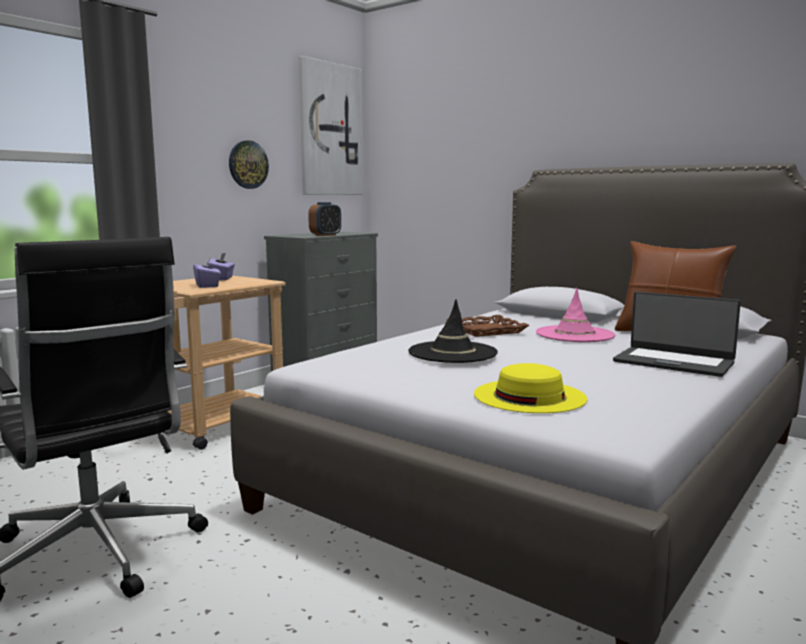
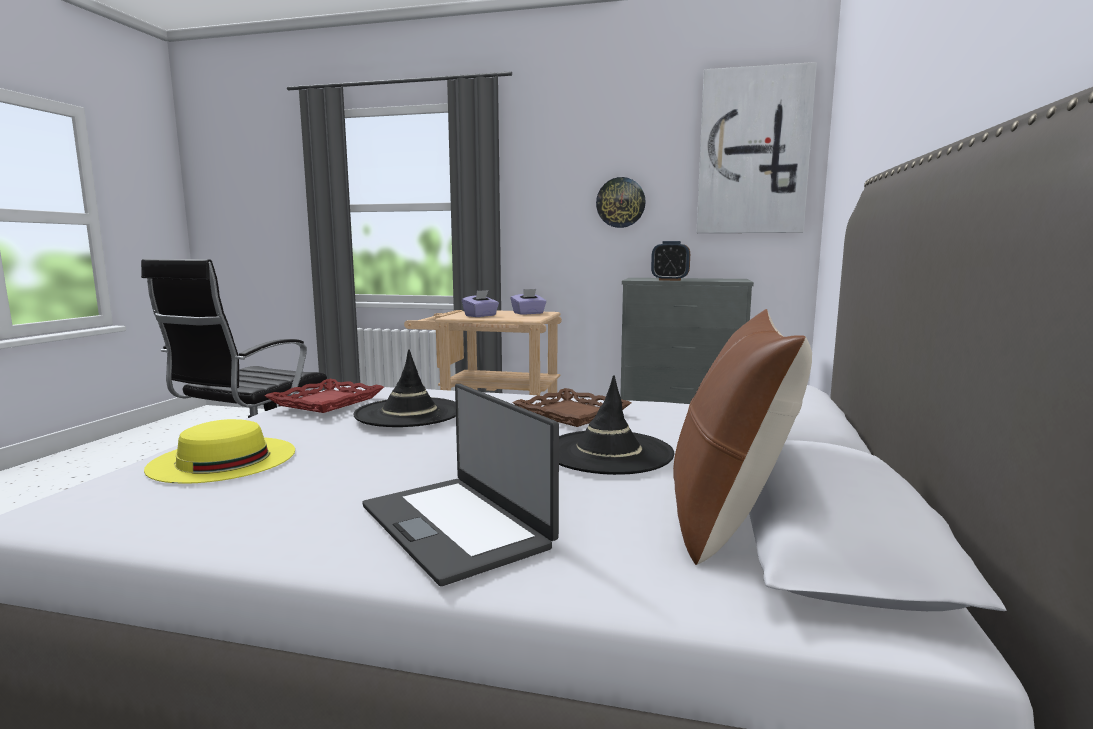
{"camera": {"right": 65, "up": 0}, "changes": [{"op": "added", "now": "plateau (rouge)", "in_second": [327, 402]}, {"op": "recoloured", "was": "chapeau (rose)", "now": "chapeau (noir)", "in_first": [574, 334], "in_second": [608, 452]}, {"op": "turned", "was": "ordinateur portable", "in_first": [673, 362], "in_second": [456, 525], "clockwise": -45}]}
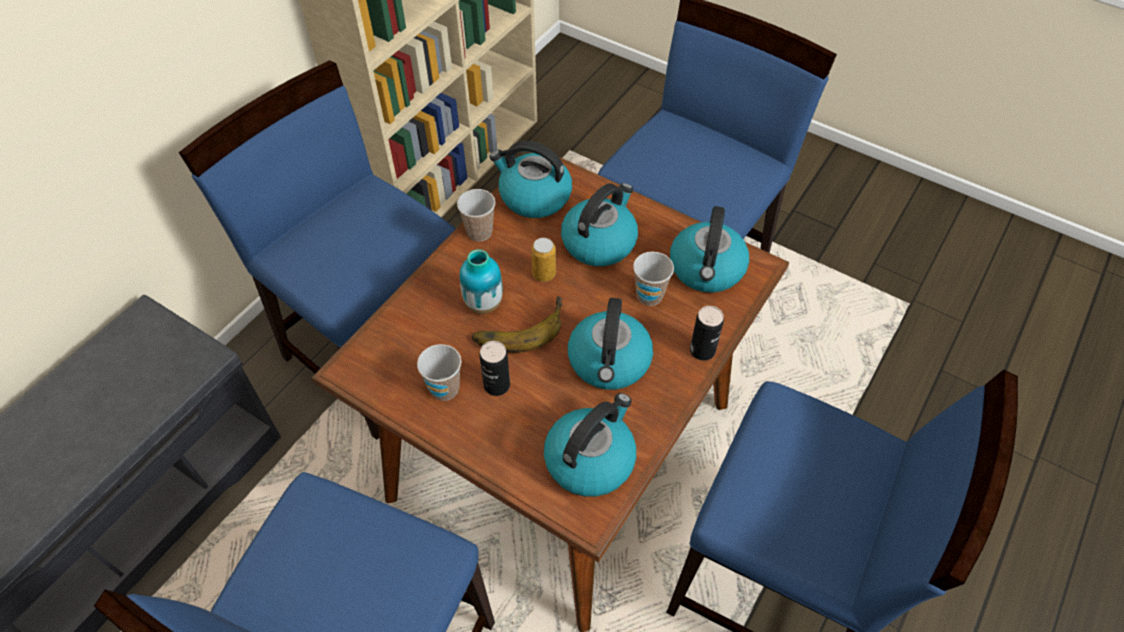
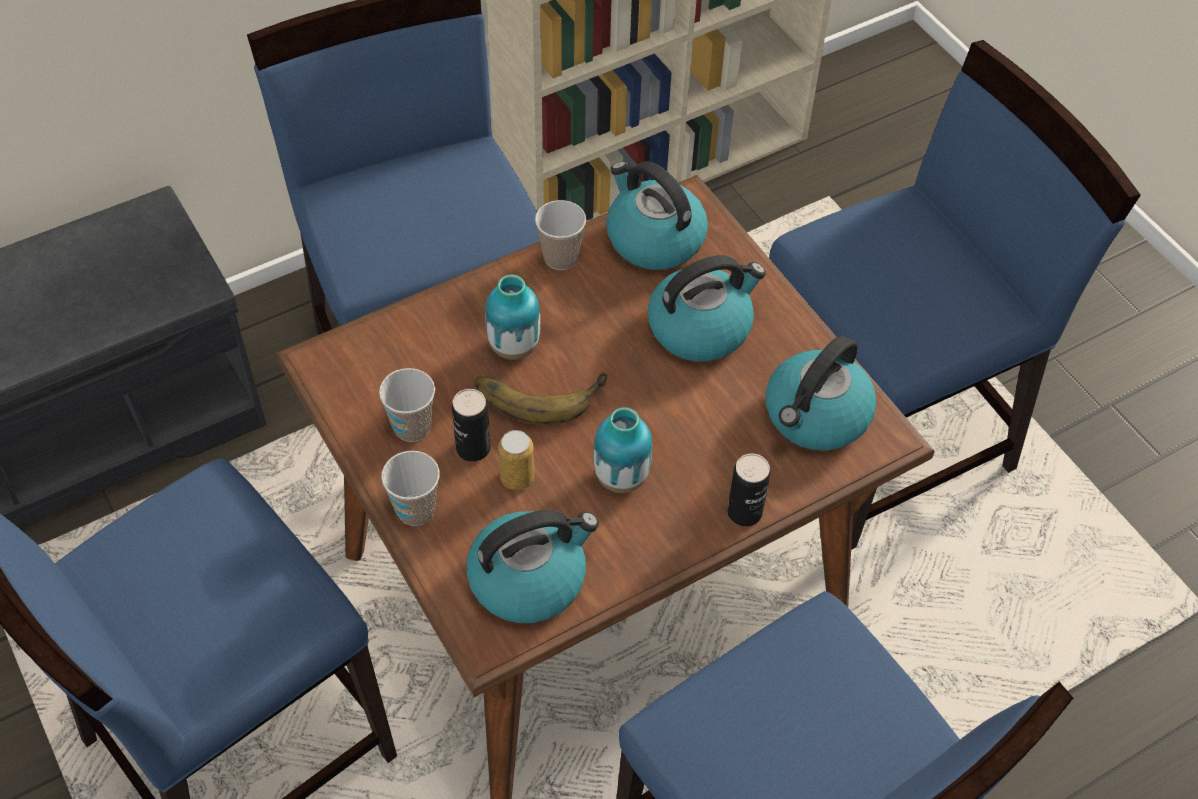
{"camera": {"right": 25, "up": 0}, "changes": [{"op": "moved", "was": "boîte métallique", "in_first": [544, 274], "in_second": [517, 478]}, {"op": "moved", "was": "tasse", "in_first": [649, 295], "in_second": [415, 510]}, {"op": "replaced", "was": "bouilloire", "now": "vase", "in_first": [609, 362], "in_second": [621, 478]}]}
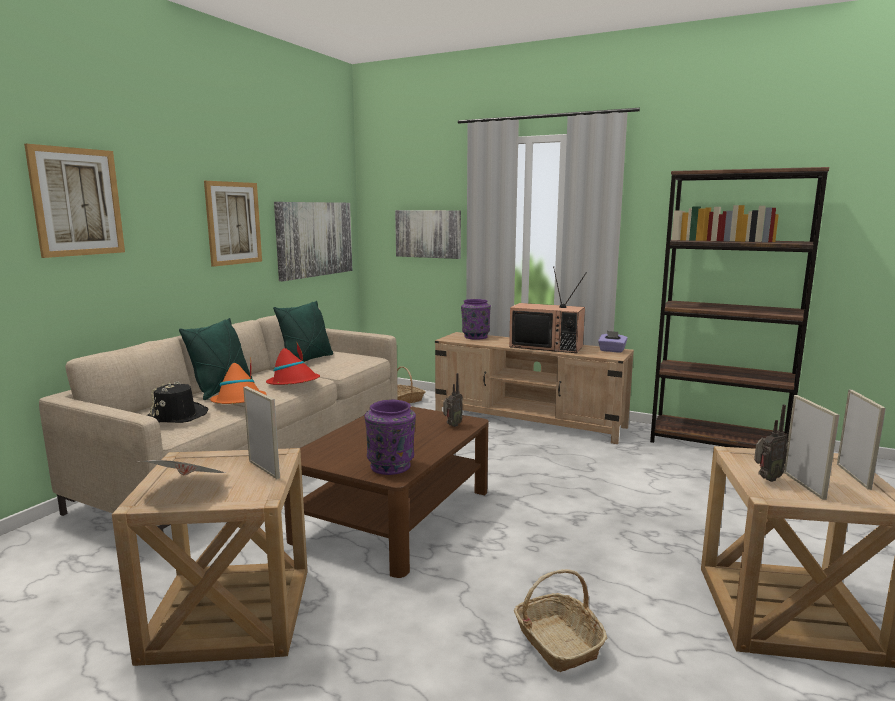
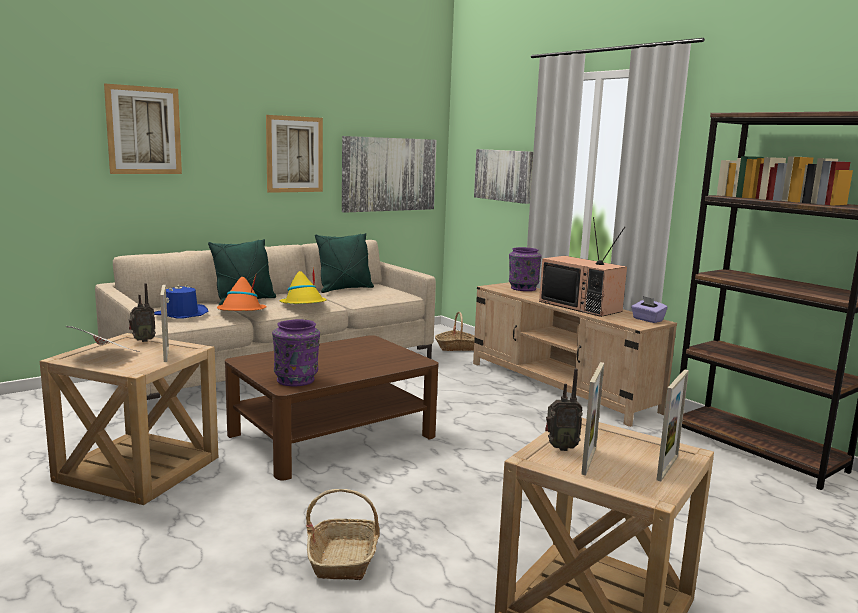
{"camera": {"right": 25, "up": 0}, "changes": [{"op": "moved", "was": "radio", "in_first": [452, 425], "in_second": [142, 340]}, {"op": "recoloured", "was": "chapeau (noir)", "now": "chapeau (bleu)", "in_first": [175, 417], "in_second": [181, 314]}, {"op": "recoloured", "was": "chapeau (rouge)", "now": "chapeau (jaune)", "in_first": [294, 383], "in_second": [304, 304]}]}
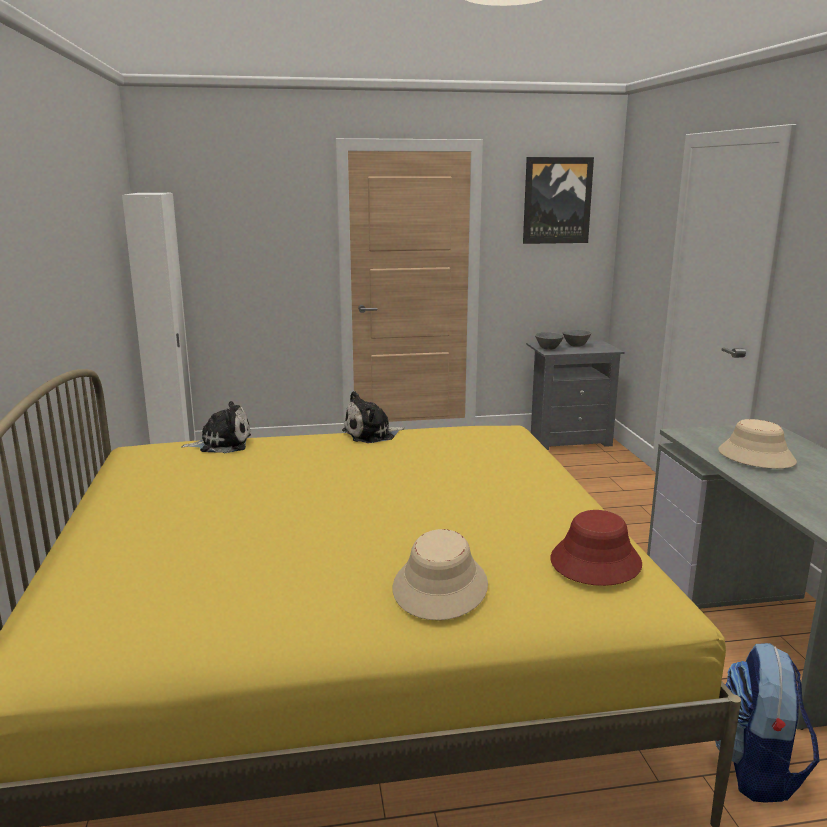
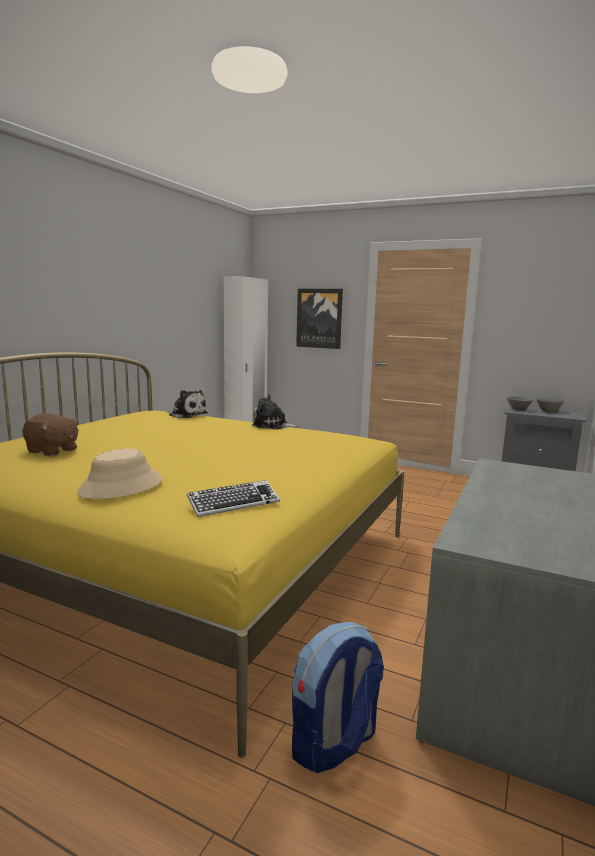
{"camera": {"right": 35, "up": -5}, "changes": [{"op": "removed", "was": "chapeau (beige)", "in_first": [755, 457]}, {"op": "added", "now": "peluche (marron)", "in_second": [52, 451]}, {"op": "moved", "was": "tableau", "in_first": [557, 200], "in_second": [319, 318]}, {"op": "replaced", "was": "chapeau (rouge)", "now": "clavier", "in_first": [595, 562], "in_second": [234, 503]}]}
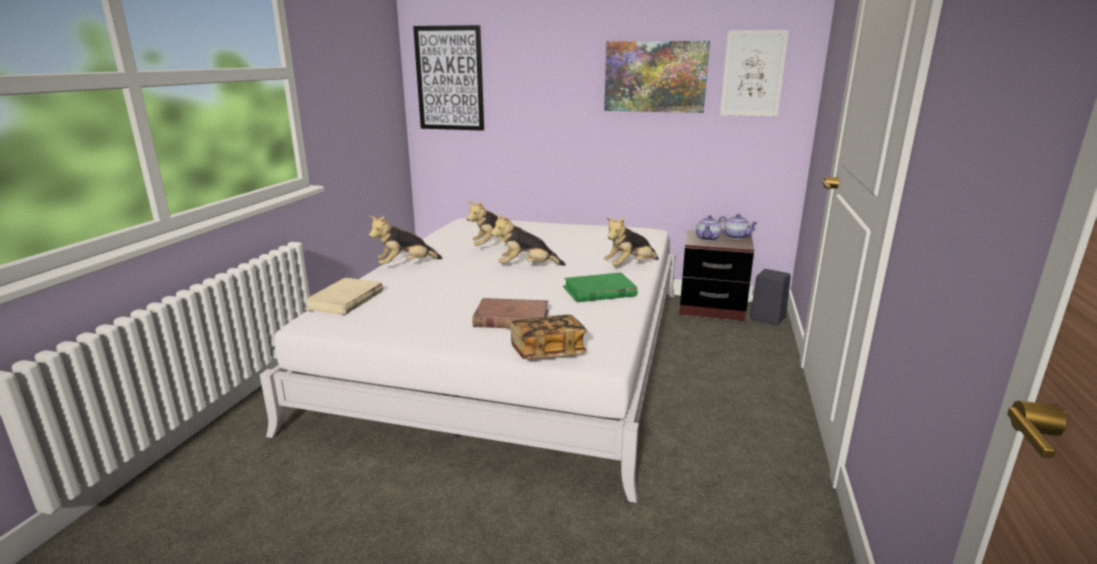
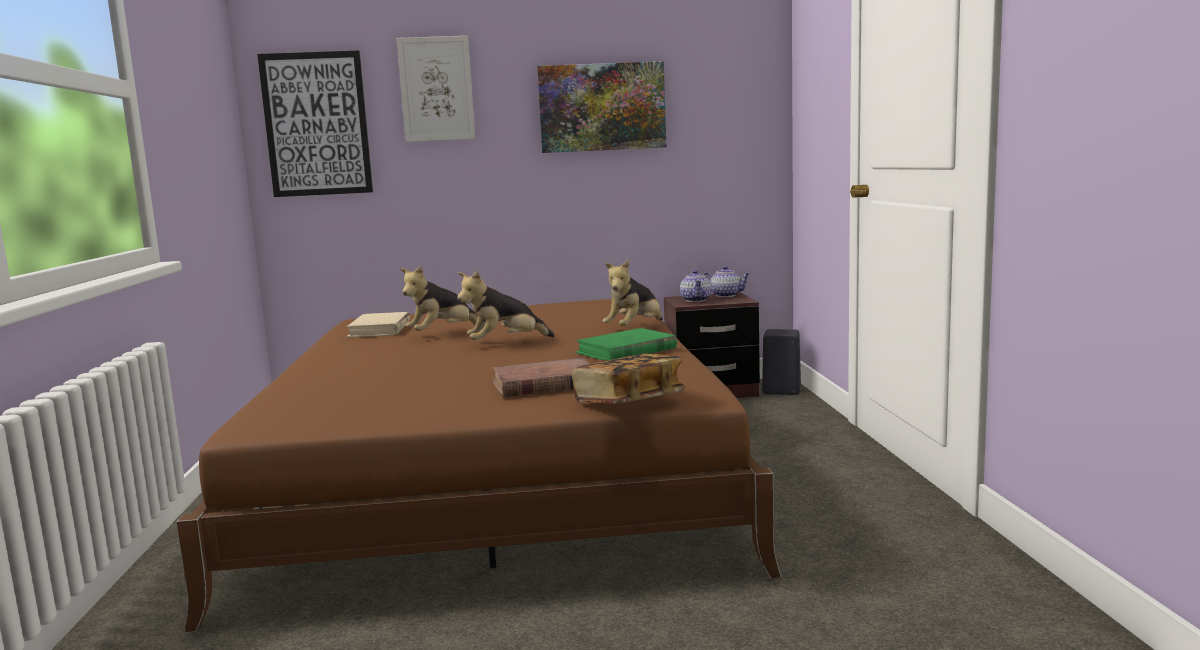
{"camera": {"right": -20, "up": -10}, "changes": [{"op": "removed", "was": "peluche", "in_first": [405, 265]}, {"op": "moved", "was": "livre (beige)", "in_first": [345, 300], "in_second": [379, 329]}, {"op": "moved", "was": "tableau", "in_first": [753, 74], "in_second": [436, 89]}, {"op": "recoloured", "was": "lit (blanc)", "now": "lit (marron)", "in_first": [515, 350], "in_second": [498, 470]}]}
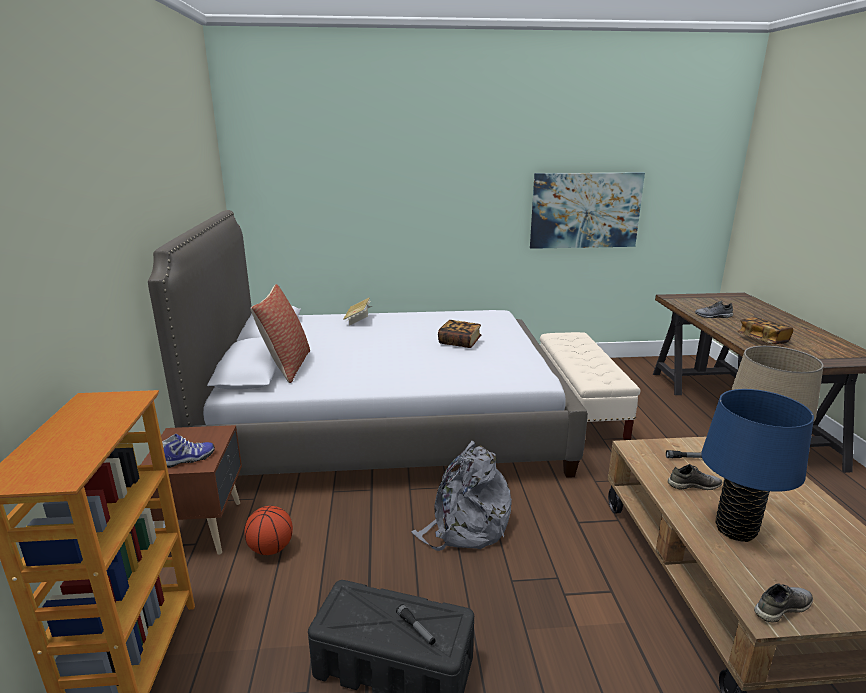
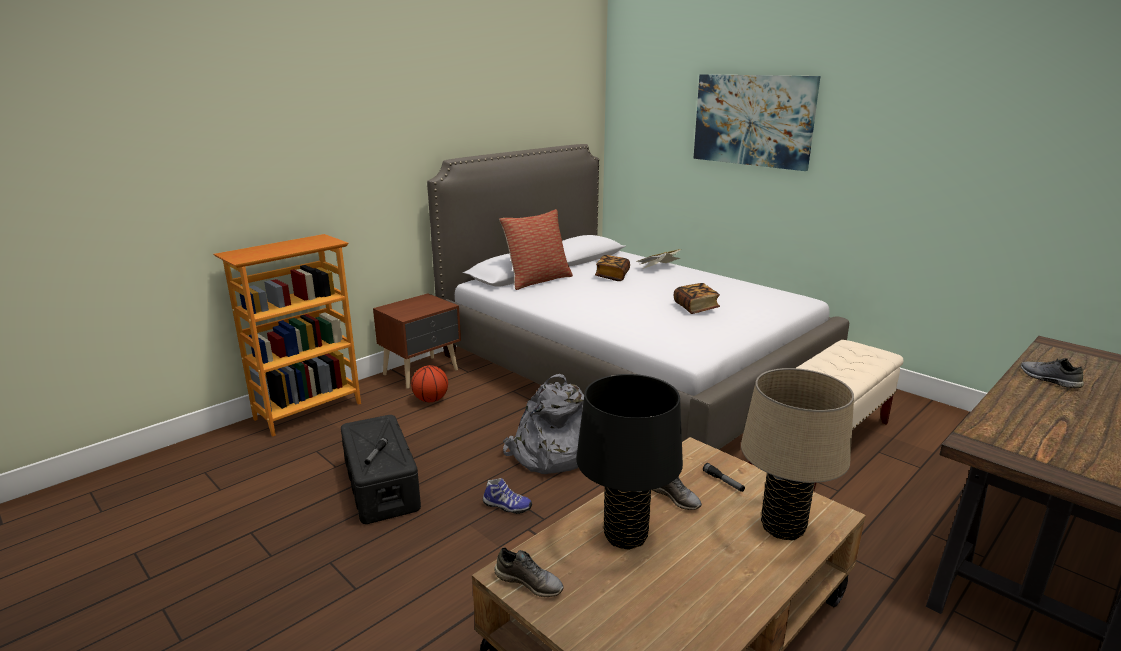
{"camera": {"right": 50, "up": 0}, "changes": [{"op": "moved", "was": "chaussure", "in_first": [188, 460], "in_second": [506, 506]}, {"op": "moved", "was": "tableau", "in_first": [585, 210], "in_second": [753, 120]}, {"op": "moved", "was": "livre", "in_first": [762, 340], "in_second": [612, 276]}, {"op": "recoloured", "was": "lampe de table (bleu)", "now": "lampe de table (noir)", "in_first": [735, 530], "in_second": [625, 536]}]}
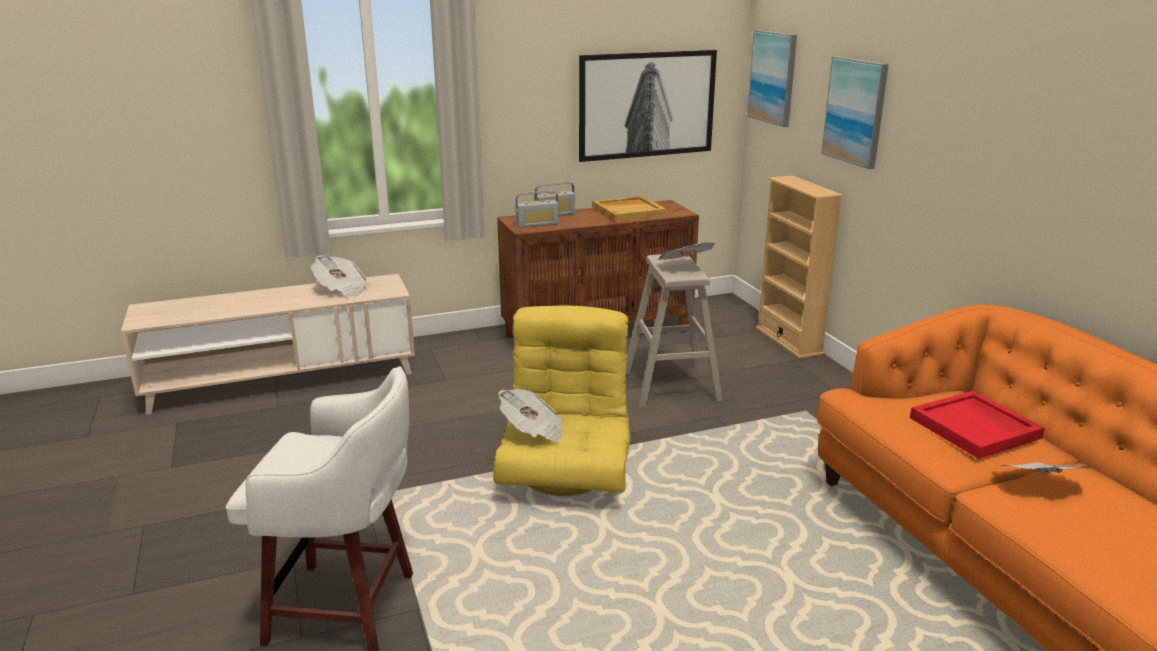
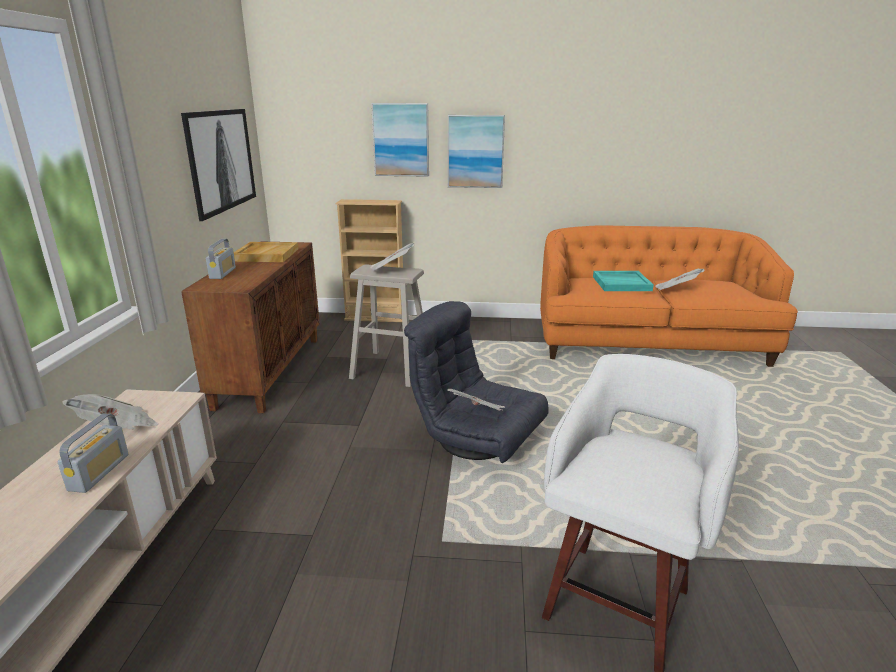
{"camera": {"right": -65, "up": 0}, "changes": [{"op": "moved", "was": "radio", "in_first": [537, 224], "in_second": [99, 472]}, {"op": "moved", "was": "tableau", "in_first": [773, 77], "in_second": [475, 151]}, {"op": "recoloured", "was": "fauteuil (jaune)", "now": "fauteuil (gris)", "in_first": [566, 473], "in_second": [477, 439]}, {"op": "recoloured", "was": "plateau (rouge)", "now": "plateau (turquoise)", "in_first": [975, 428], "in_second": [622, 283]}]}
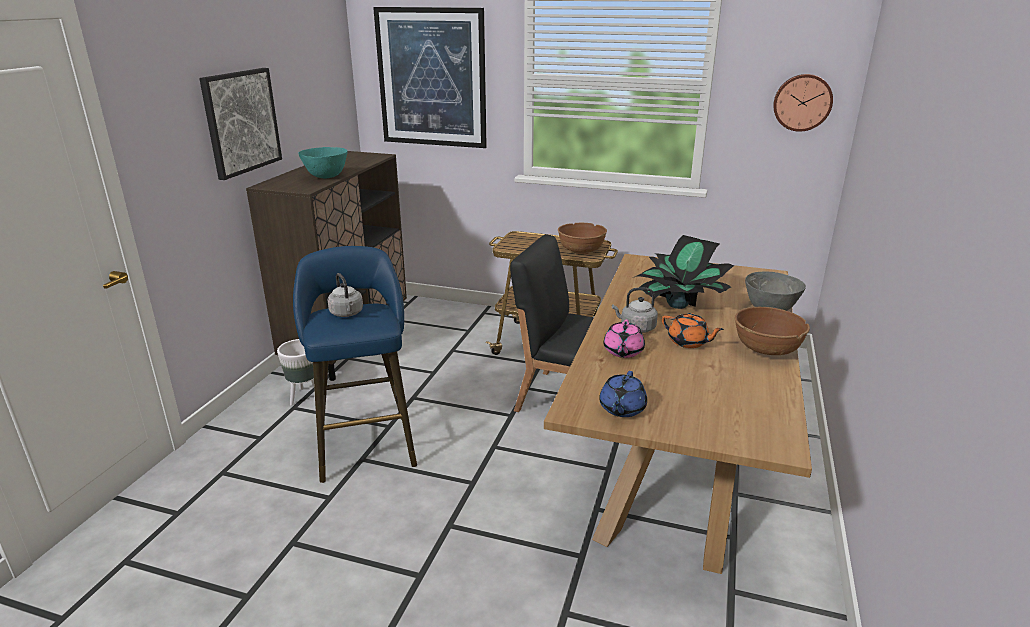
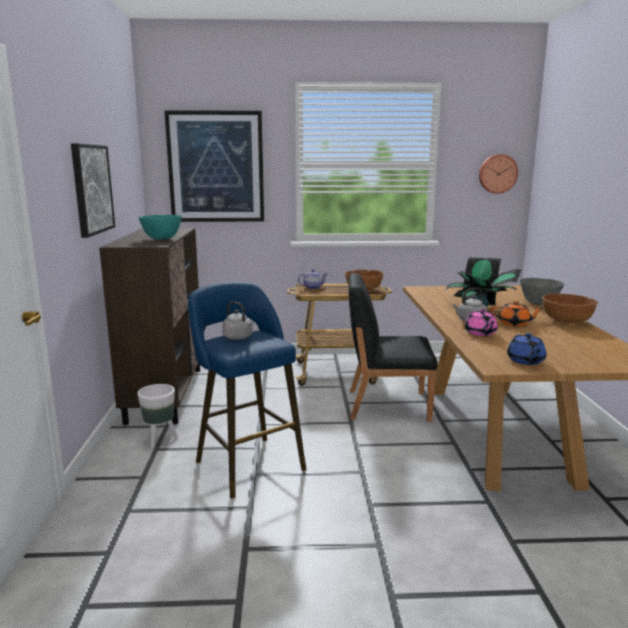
{"camera": {"right": -20, "up": -10}, "changes": [{"op": "added", "now": "théière", "in_second": [313, 287]}]}
